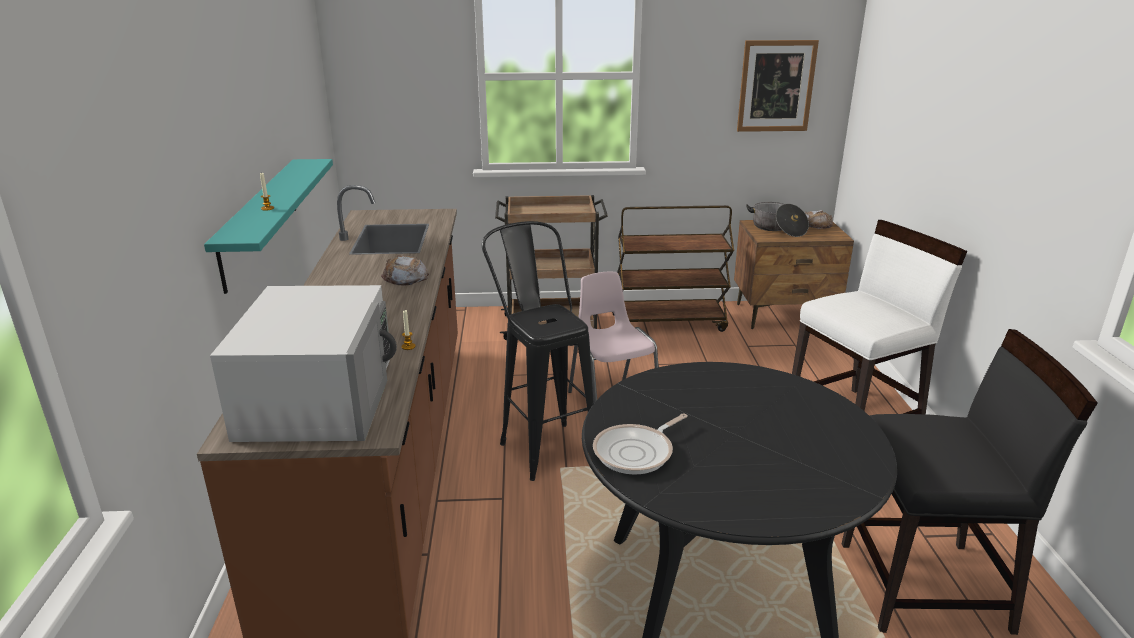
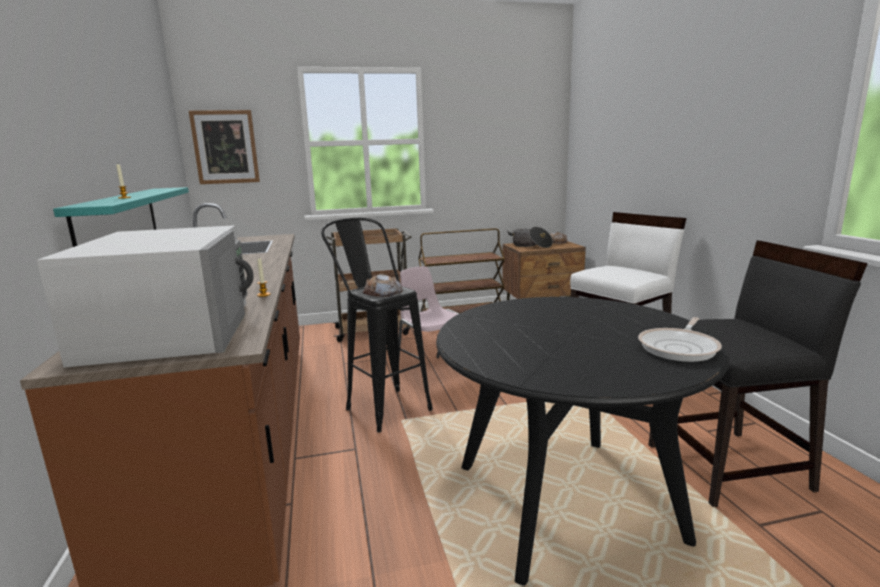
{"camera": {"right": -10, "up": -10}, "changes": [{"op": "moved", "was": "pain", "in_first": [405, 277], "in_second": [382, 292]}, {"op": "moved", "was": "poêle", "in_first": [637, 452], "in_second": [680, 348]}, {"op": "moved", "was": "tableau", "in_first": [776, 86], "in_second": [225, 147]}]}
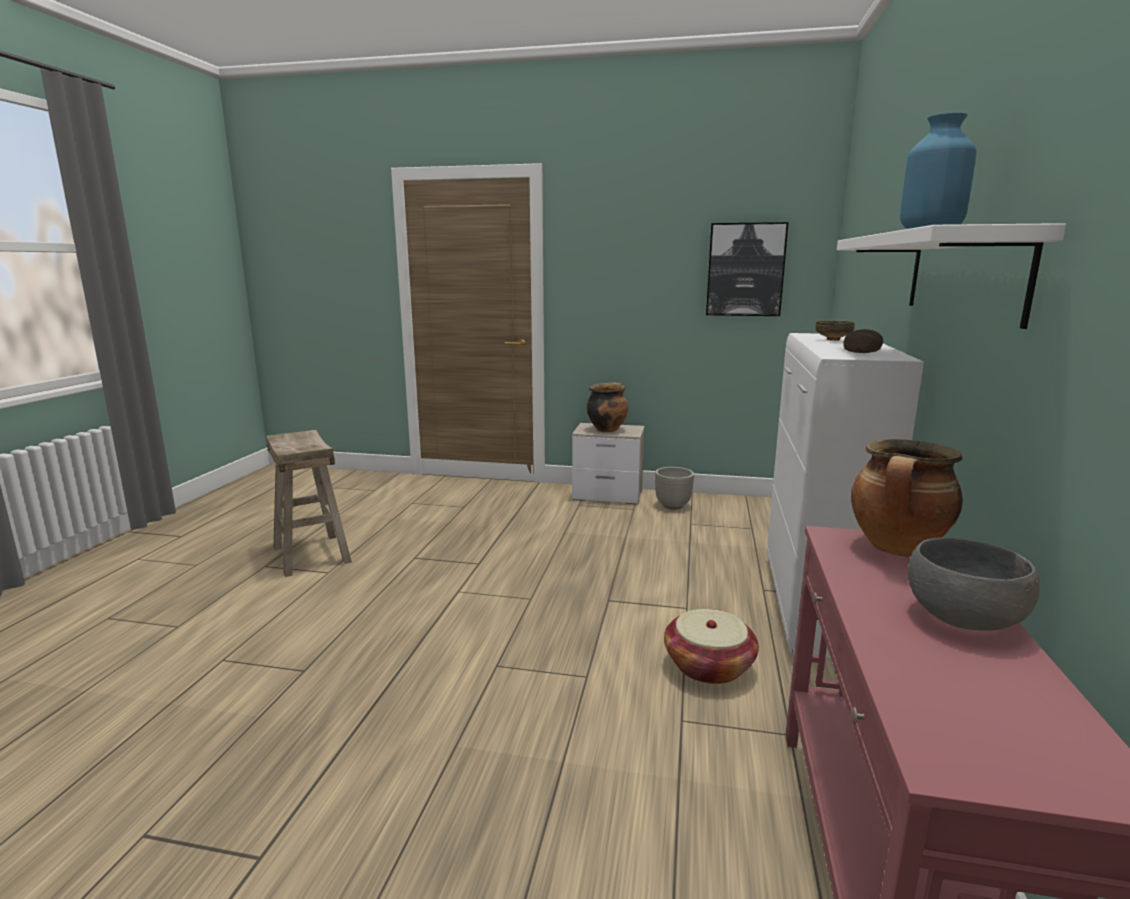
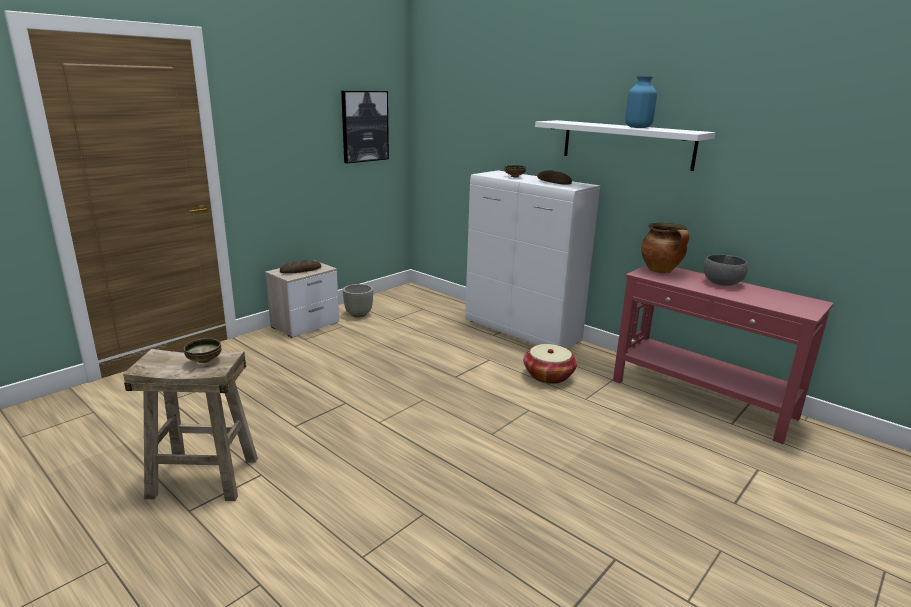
{"camera": {"right": -60, "up": 5}, "changes": [{"op": "added", "now": "bol", "in_second": [205, 360]}, {"op": "replaced", "was": "marmite", "now": "pain", "in_first": [607, 429], "in_second": [301, 270]}]}
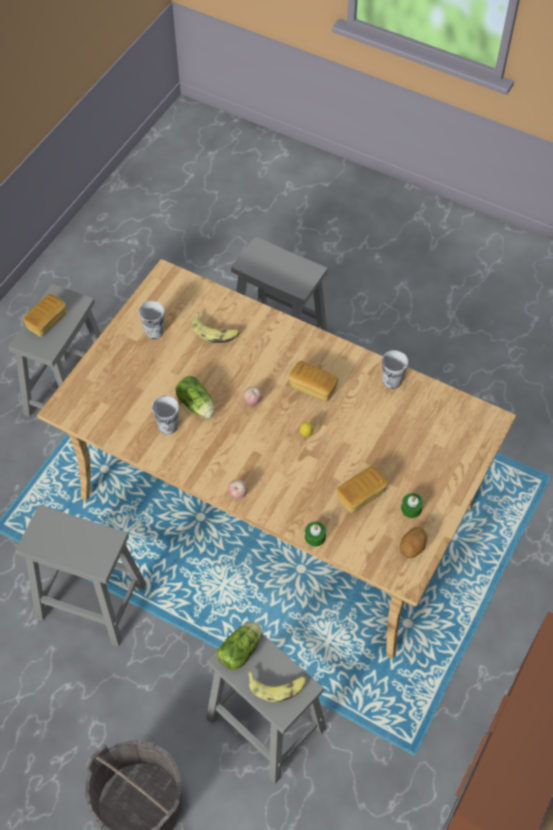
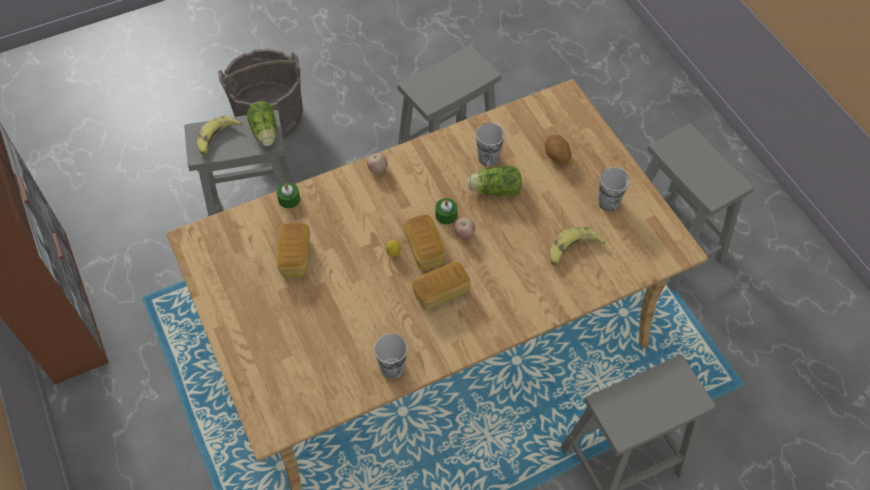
{"camera": {"right": 125, "up": 0}, "changes": [{"op": "moved", "was": "pain", "in_first": [47, 321], "in_second": [424, 249]}, {"op": "moved", "was": "pomme de terre", "in_first": [412, 548], "in_second": [556, 156]}, {"op": "moved", "was": "bougie (vert)", "in_first": [411, 508], "in_second": [446, 215]}]}
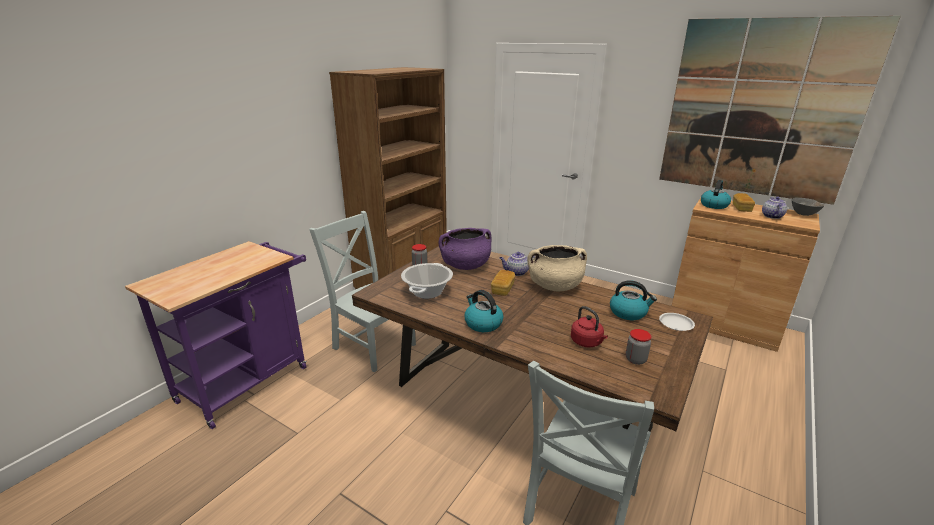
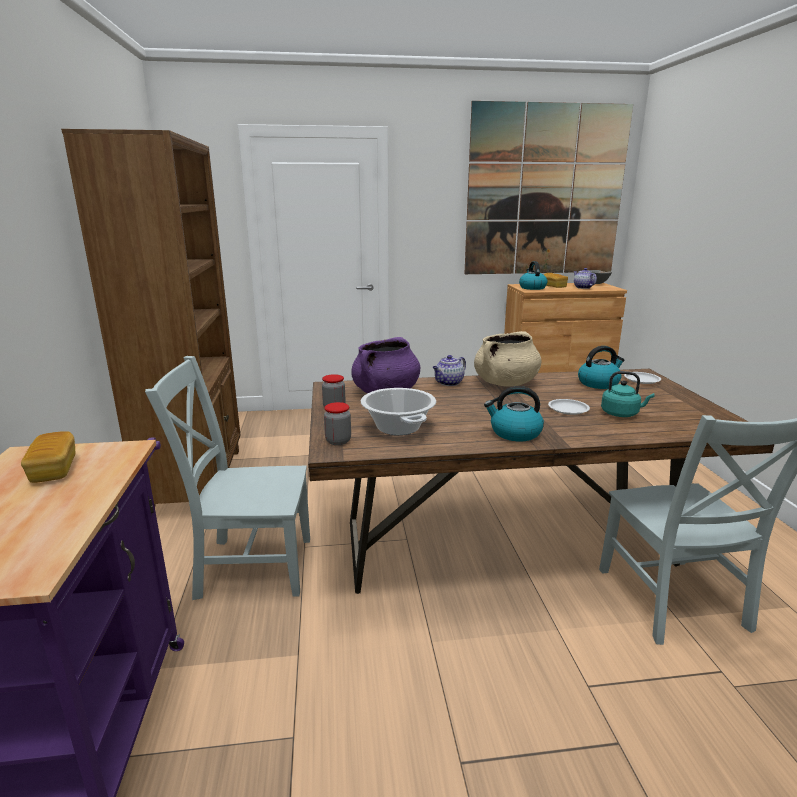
{"camera": {"right": -40, "up": -5}, "changes": [{"op": "added", "now": "assiette (blanc)", "in_second": [568, 409]}, {"op": "moved", "was": "pain", "in_first": [502, 289], "in_second": [54, 470]}, {"op": "moved", "was": "bocal", "in_first": [635, 359], "in_second": [338, 441]}, {"op": "recoloured", "was": "bouilloire (rouge)", "now": "bouilloire (turquoise)", "in_first": [587, 342], "in_second": [621, 414]}]}
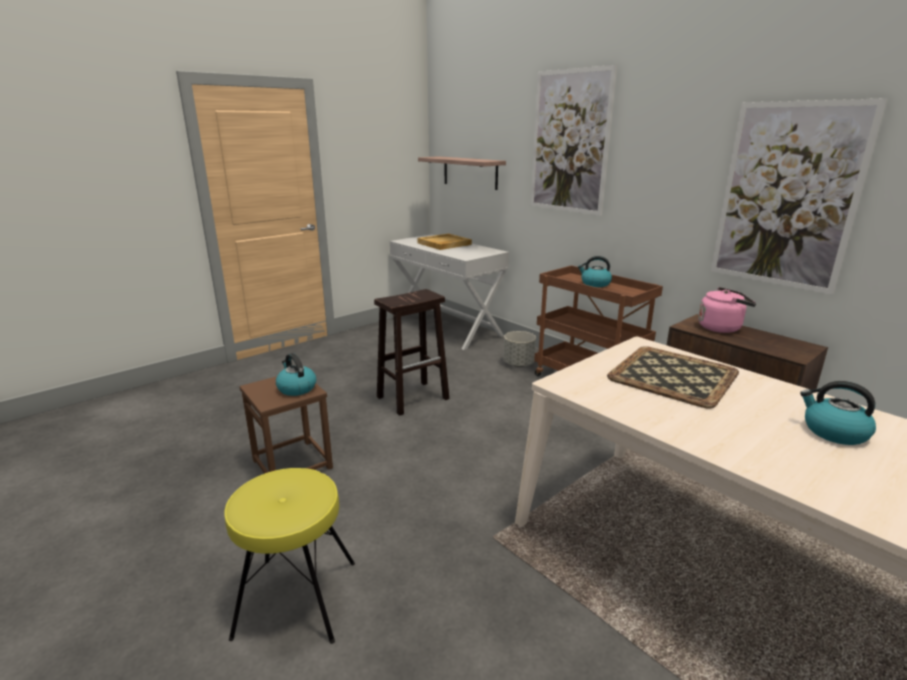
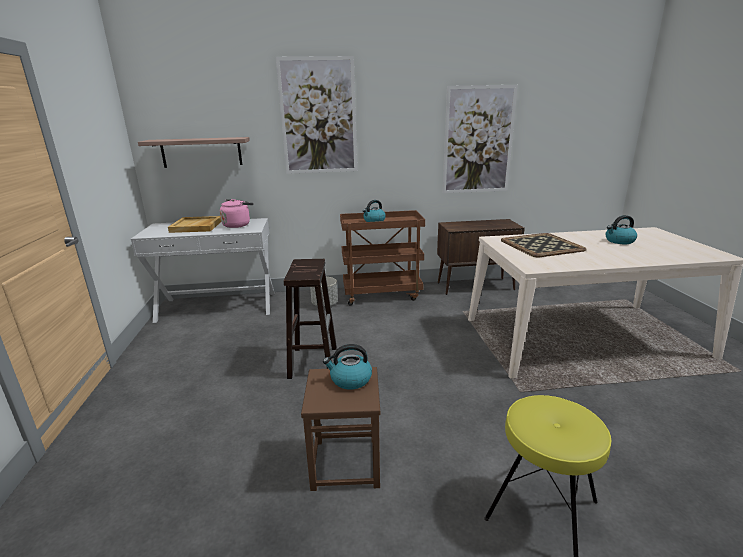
{"camera": {"right": -55, "up": 0}, "changes": [{"op": "moved", "was": "bouilloire (rose)", "in_first": [721, 328], "in_second": [238, 225]}]}
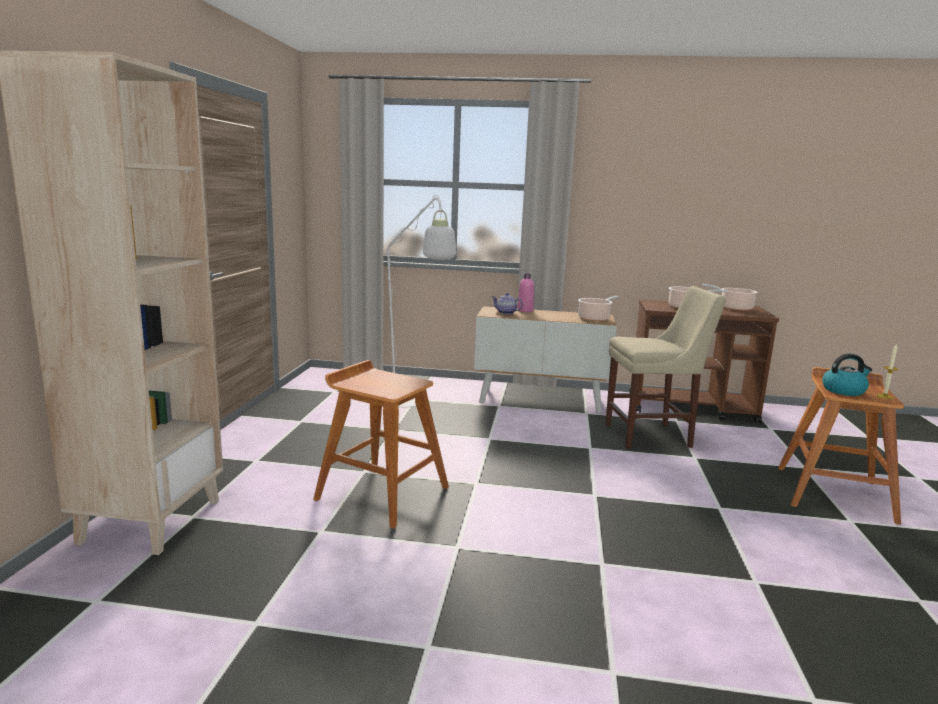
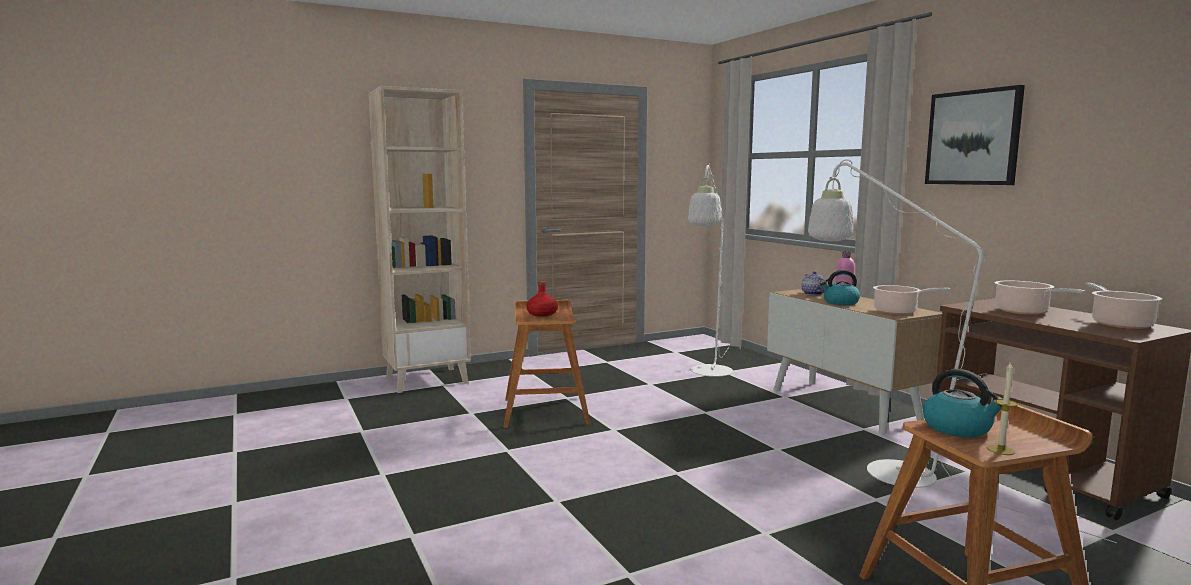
{"camera": {"right": 55, "up": -5}, "changes": [{"op": "added", "now": "bouteille (rouge)", "in_second": [541, 314]}, {"op": "added", "now": "bouilloire", "in_second": [840, 302]}, {"op": "added", "now": "tableau", "in_second": [973, 138]}, {"op": "replaced", "was": "chaise (beige)", "now": "lampadaire (blanc)", "in_first": [652, 435], "in_second": [883, 468]}]}
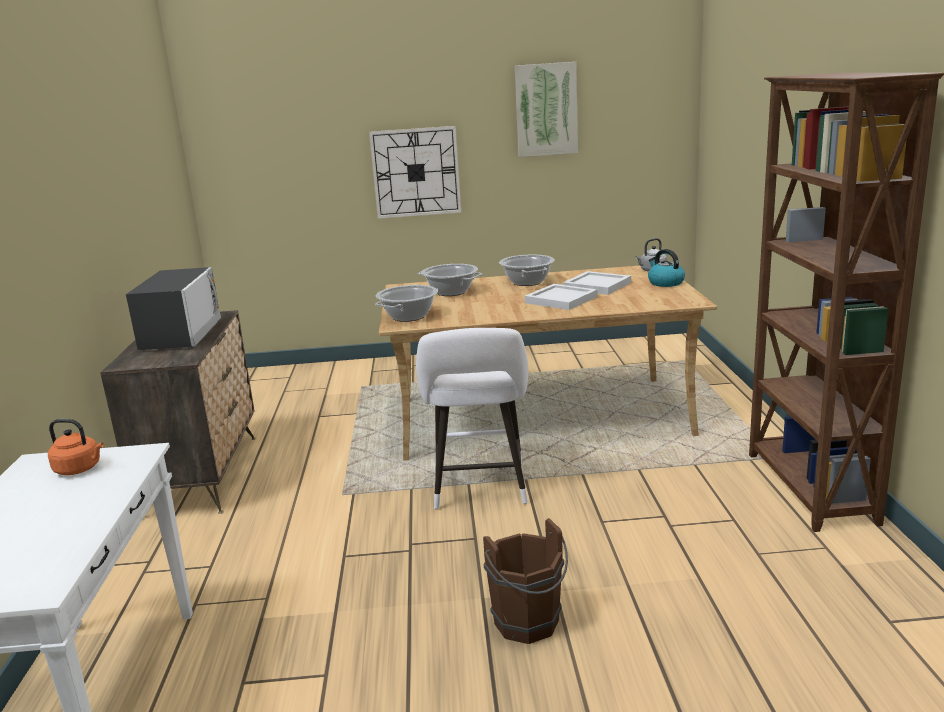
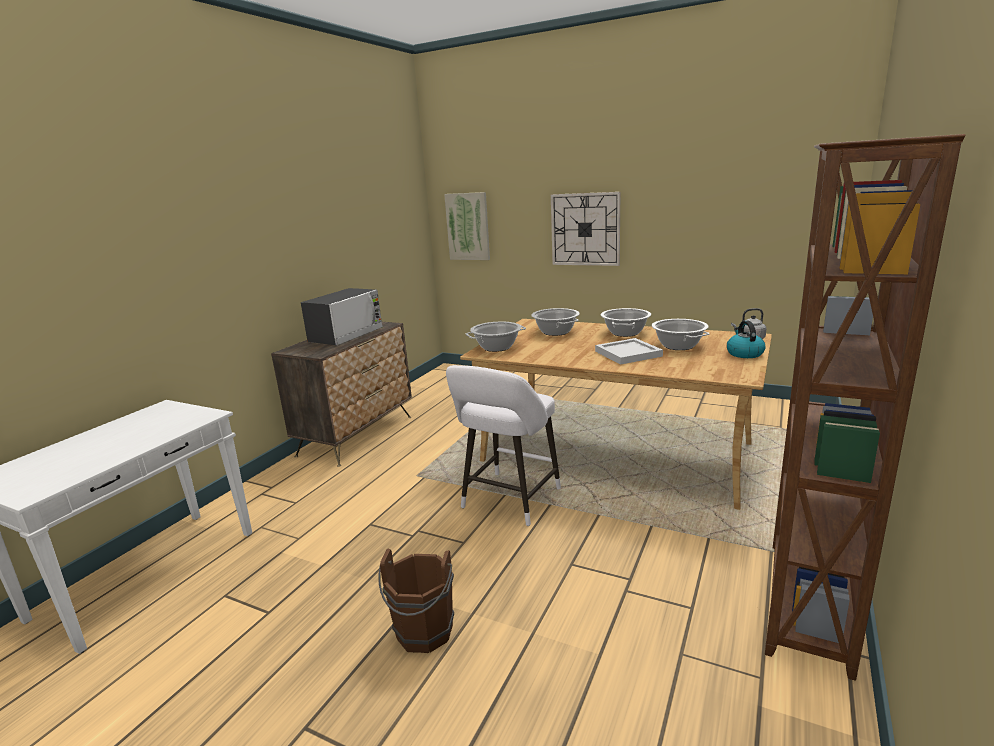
{"camera": {"right": 30, "up": 0}, "changes": [{"op": "removed", "was": "bouilloire (orange)", "in_first": [80, 469]}, {"op": "moved", "was": "tableau", "in_first": [546, 110], "in_second": [468, 226]}, {"op": "replaced", "was": "plateau (blanc)", "now": "marmite", "in_first": [598, 285], "in_second": [679, 346]}]}
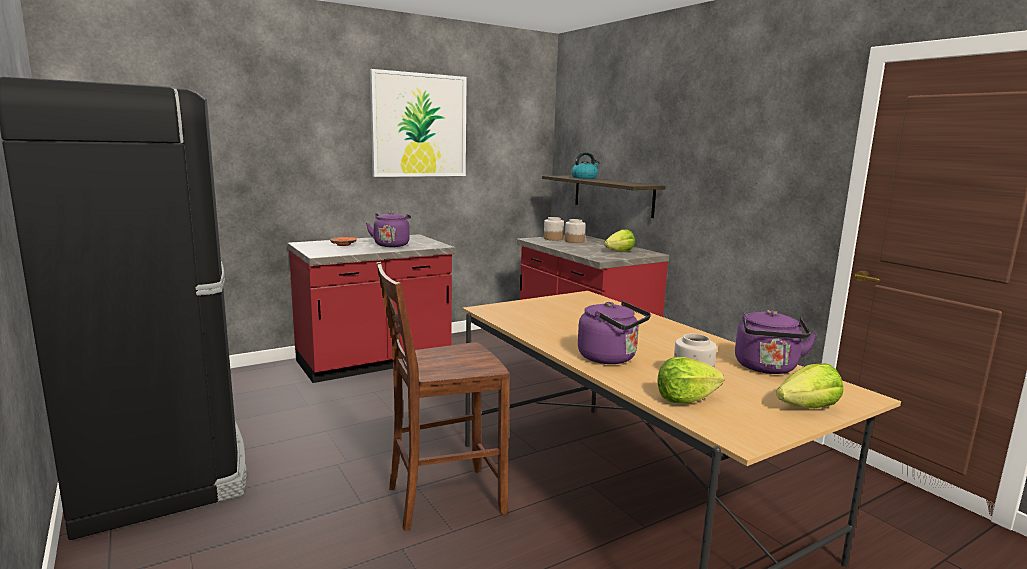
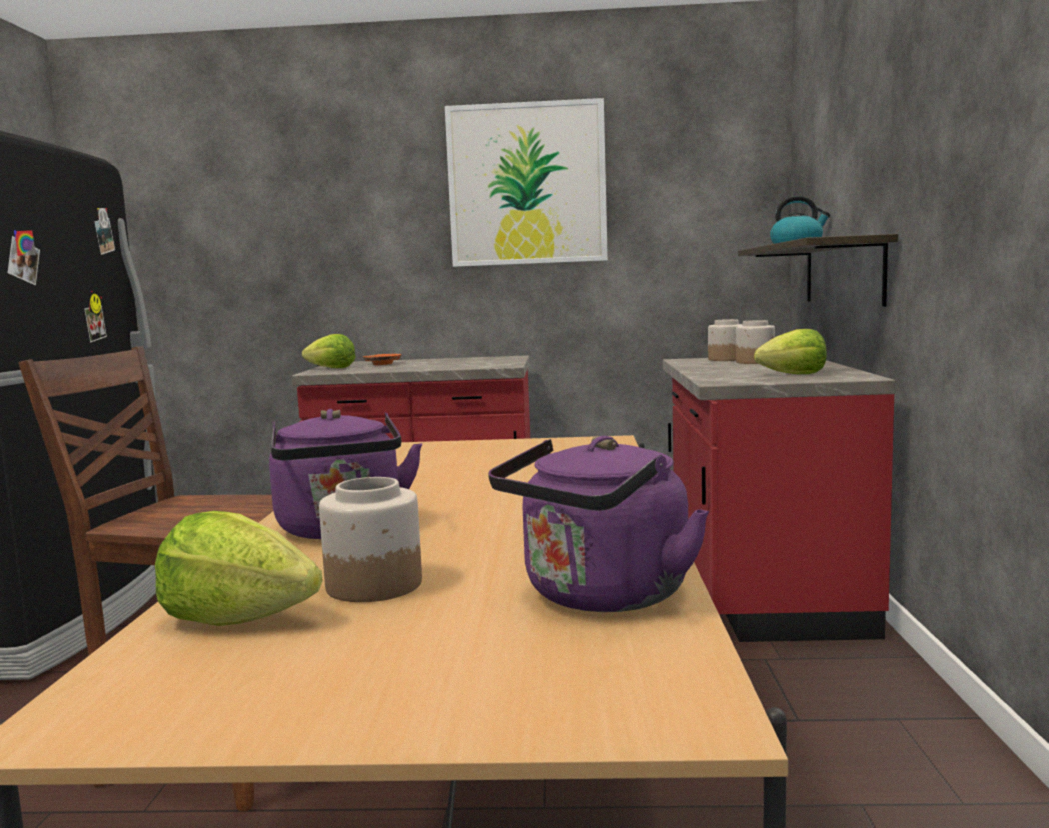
{"camera": {"right": 35, "up": -5}, "changes": [{"op": "removed", "was": "bouilloire (violet)", "in_first": [391, 245]}, {"op": "moved", "was": "laitue", "in_first": [808, 408], "in_second": [331, 368]}]}
